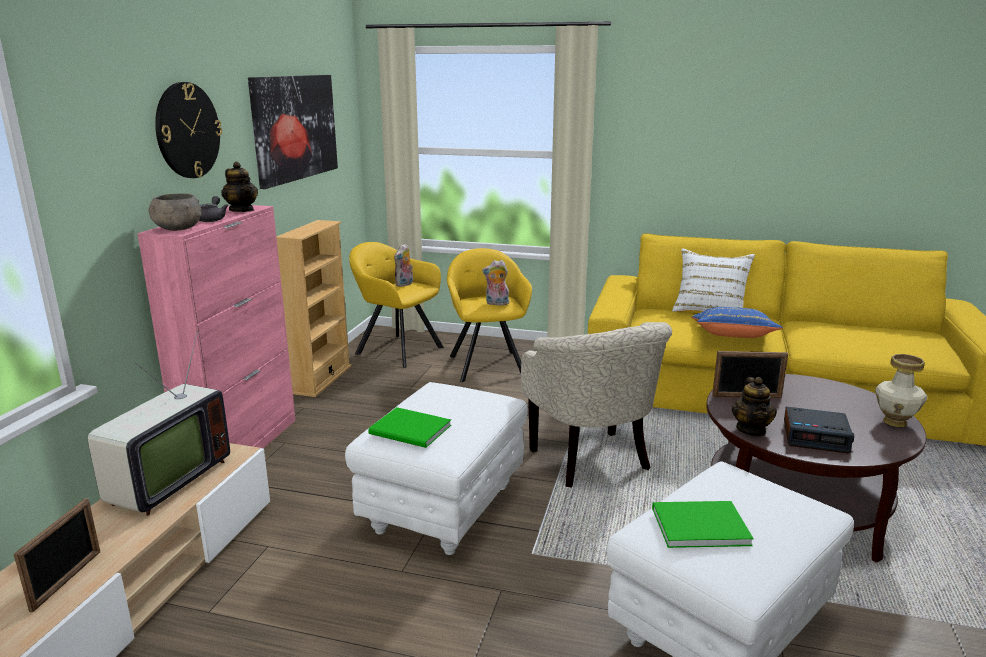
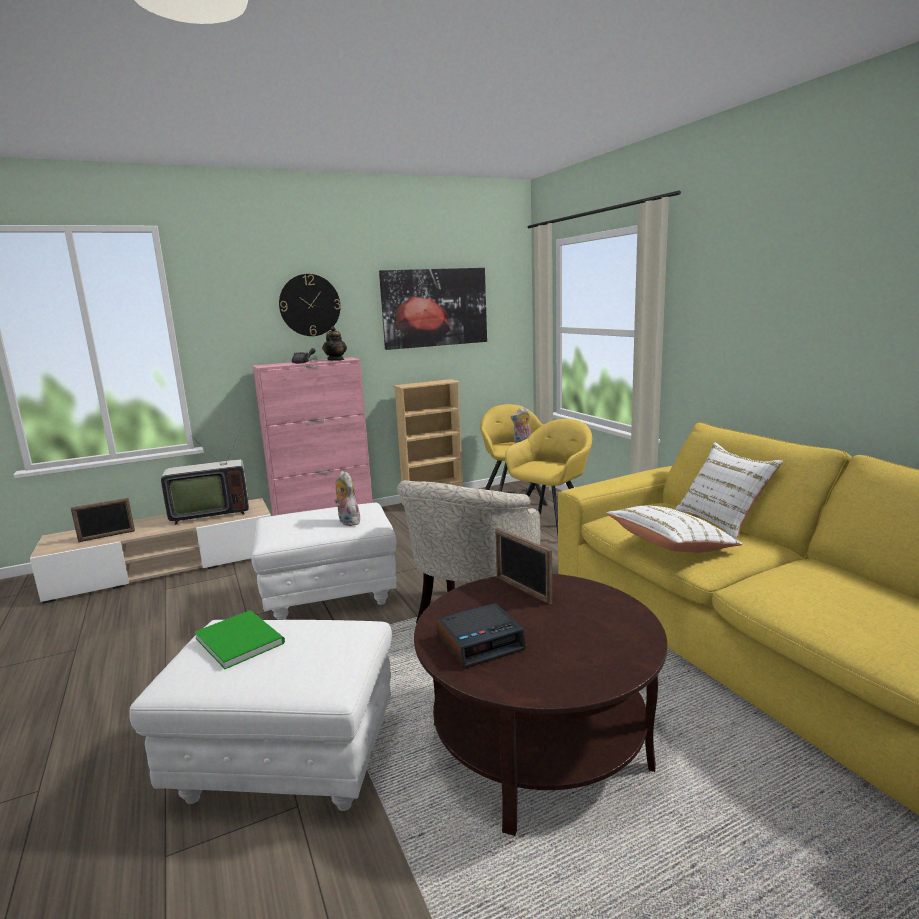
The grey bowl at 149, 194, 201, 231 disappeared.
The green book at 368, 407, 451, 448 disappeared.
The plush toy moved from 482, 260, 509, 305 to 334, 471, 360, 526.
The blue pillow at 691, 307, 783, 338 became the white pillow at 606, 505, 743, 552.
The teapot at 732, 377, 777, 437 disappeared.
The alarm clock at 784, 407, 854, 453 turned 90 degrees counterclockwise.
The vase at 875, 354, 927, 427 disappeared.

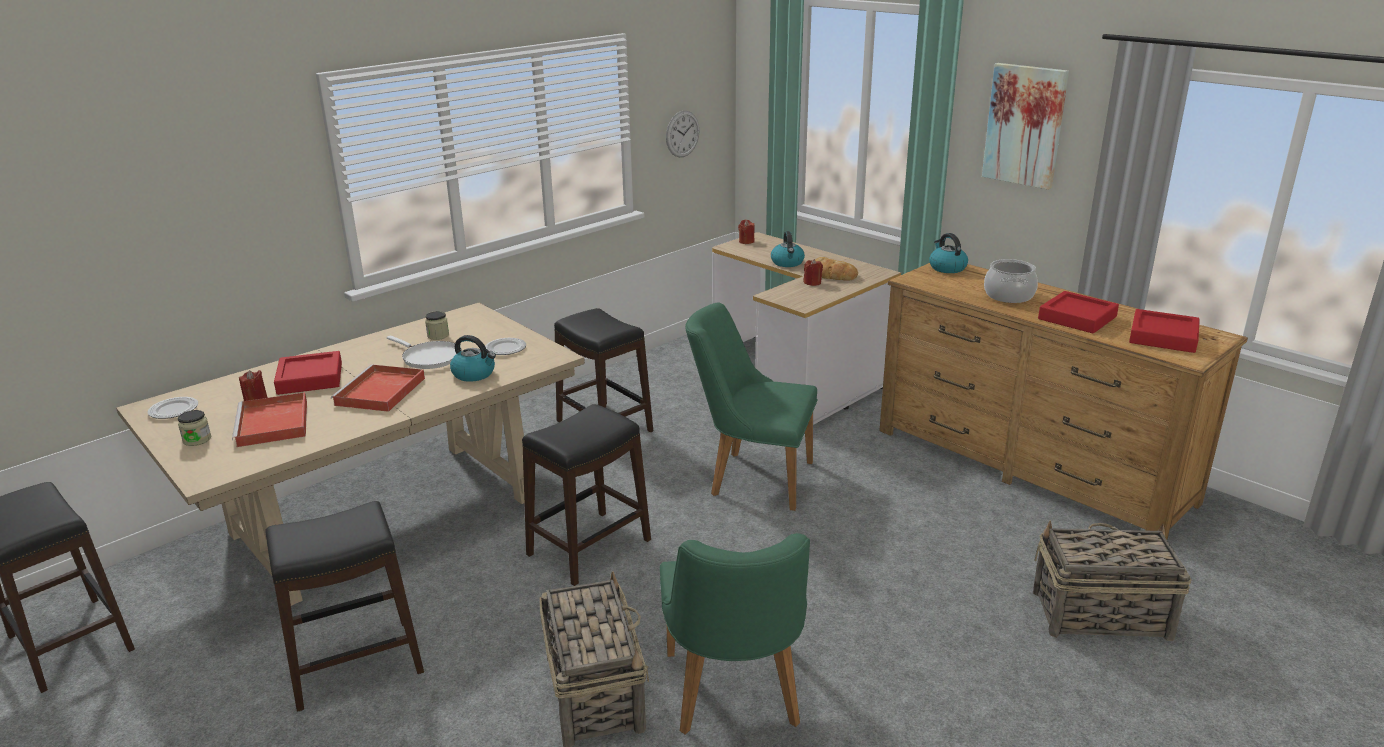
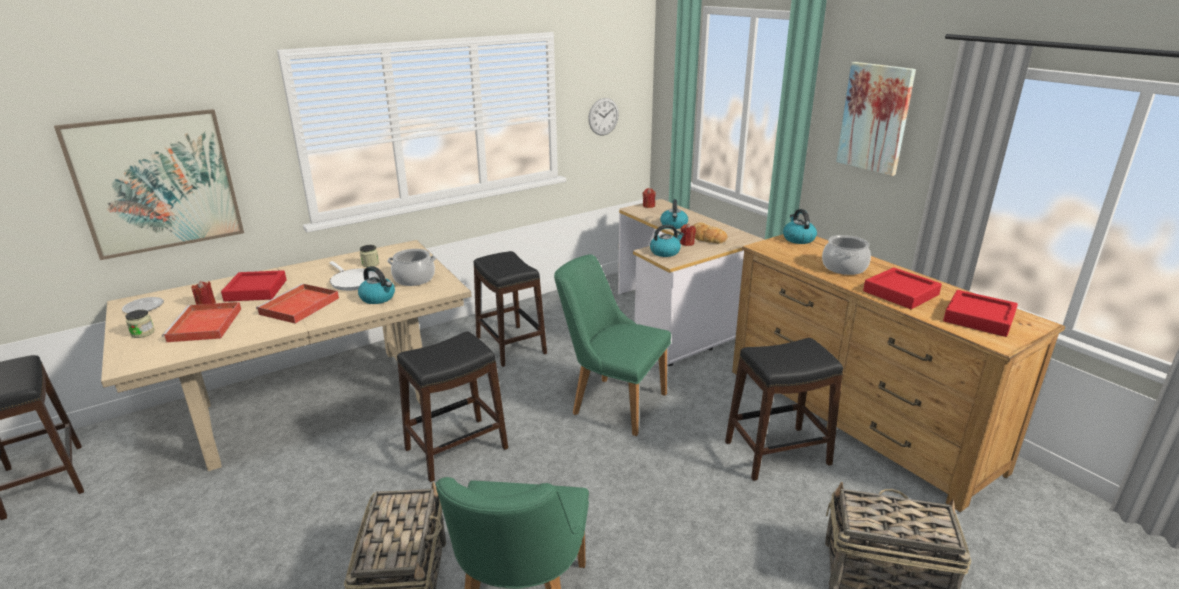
The black stool moved from 265, 501, 424, 712 to 725, 338, 843, 481.
The plate at 485, 338, 526, 355 was replaced by the cooking pot at 387, 249, 436, 286.
The picture at 54, 109, 244, 260 appeared.
The kettle at 650, 224, 684, 257 appeared.

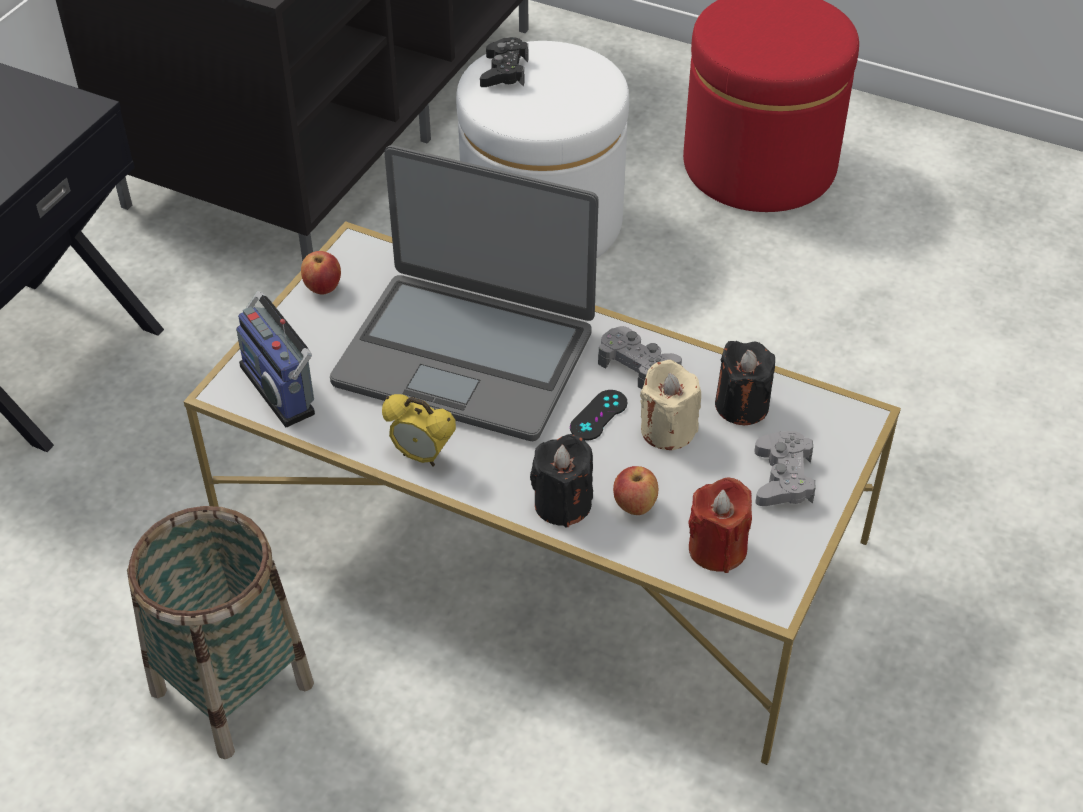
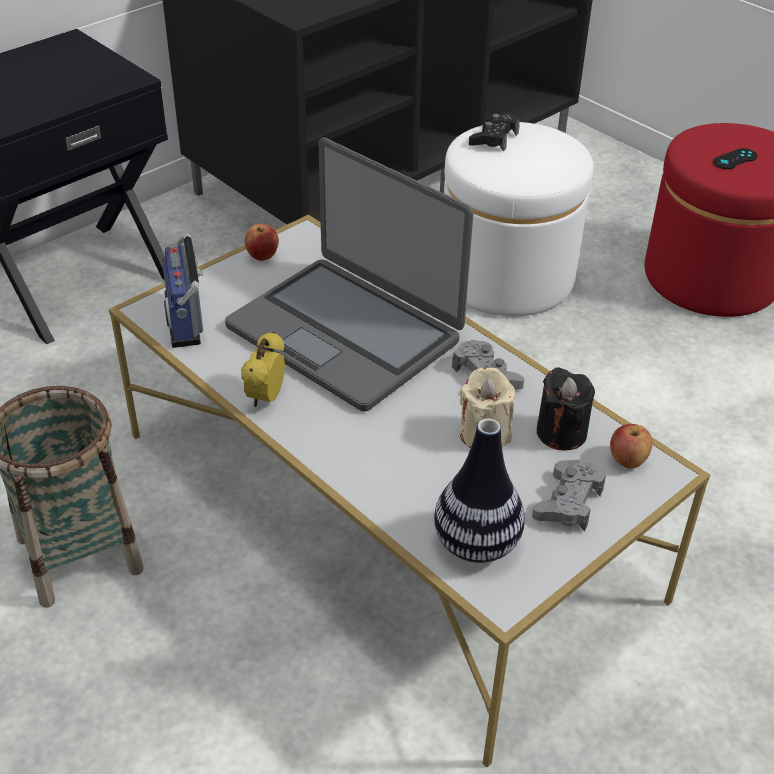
The alarm clock at 382, 394, 456, 466 turned 60 degrees clockwise.
The black candle at 530, 434, 593, 528 disappeared.
The black game controller moved from 570, 390, 628, 440 to 713, 148, 758, 169.
The apple moved from 613, 466, 658, 515 to 610, 424, 652, 469.
The red candle at 689, 478, 752, 573 was replaced by the vase at 434, 418, 525, 563.

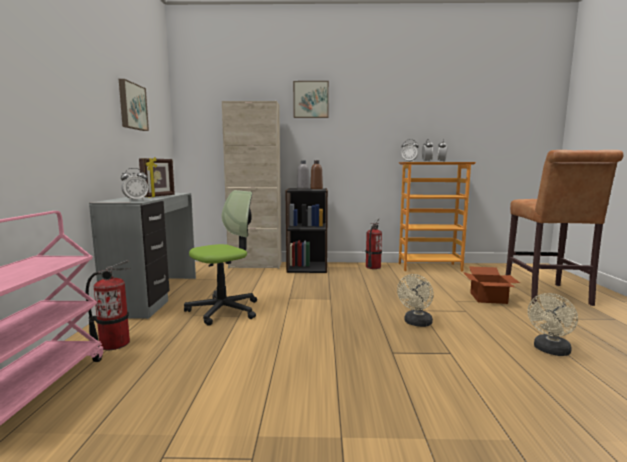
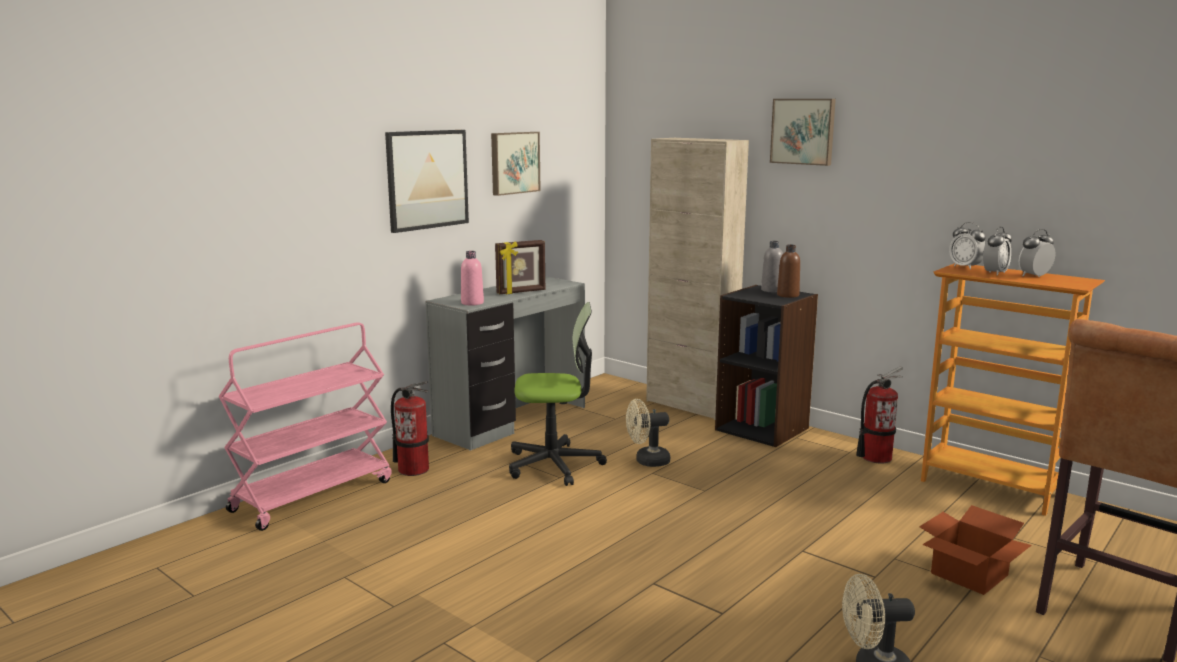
The alarm clock at 121, 168, 148, 201 was replaced by the pink bottle at 461, 251, 484, 306.
The beige fan moved from 397, 274, 434, 327 to 626, 399, 670, 467.
The picture at 385, 130, 469, 233 appeared.

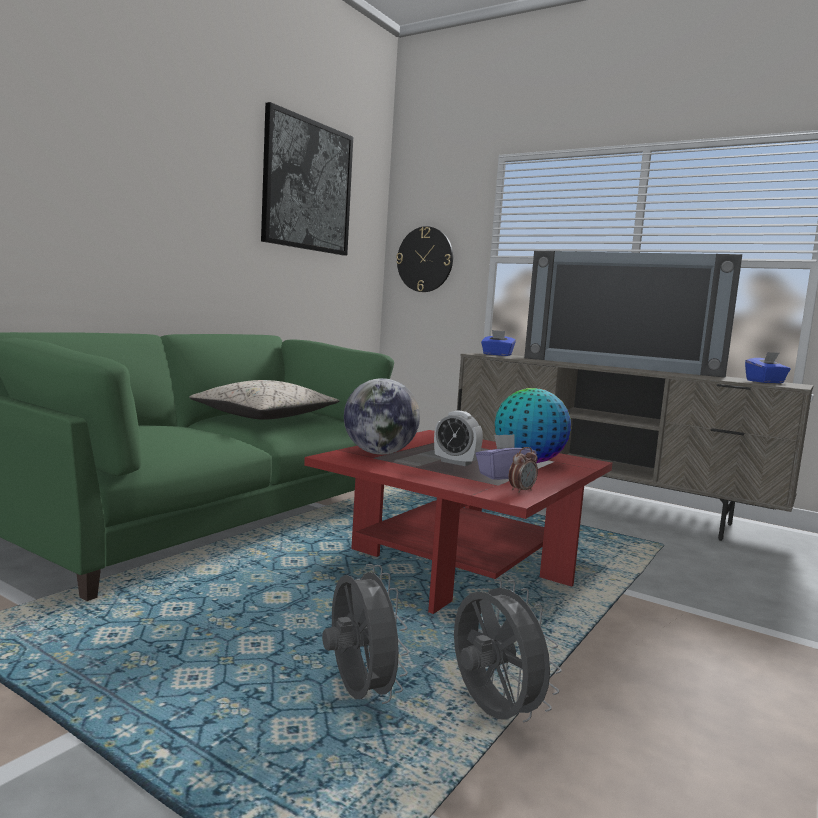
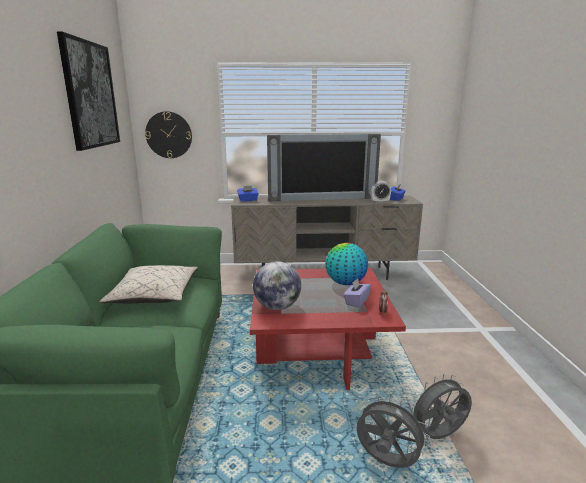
The alarm clock moved from 434, 410, 483, 466 to 371, 181, 391, 203.
The grey fan at 454, 579, 561, 723 turned 45 degrees counterclockwise.

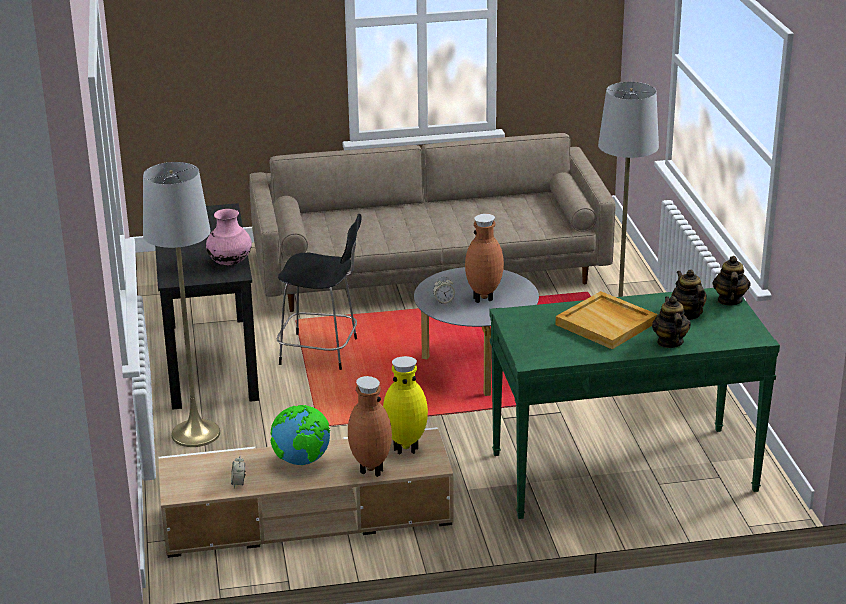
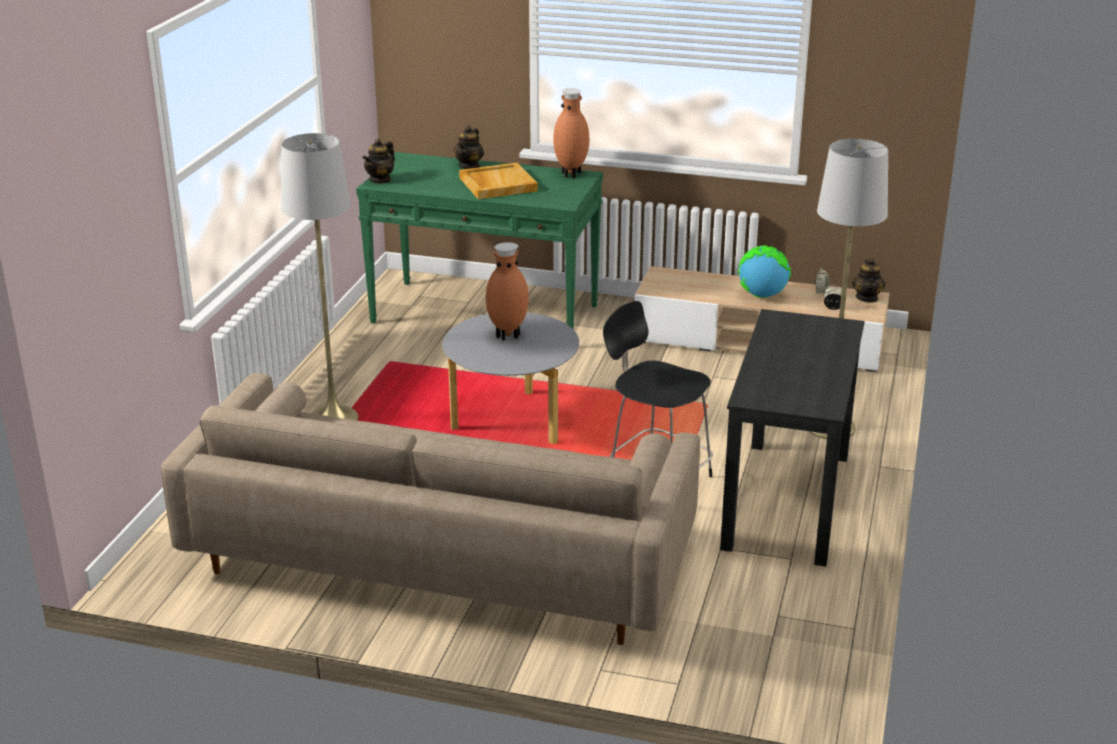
The pink vase at 206, 209, 252, 266 disappeared.
The brown vase moved from 348, 376, 392, 477 to 553, 88, 589, 178.
The yellow vase at 383, 356, 428, 454 disappeared.
The alarm clock moved from 433, 276, 455, 304 to 824, 285, 842, 310.
The teapot moved from 671, 269, 707, 320 to 852, 258, 886, 303.

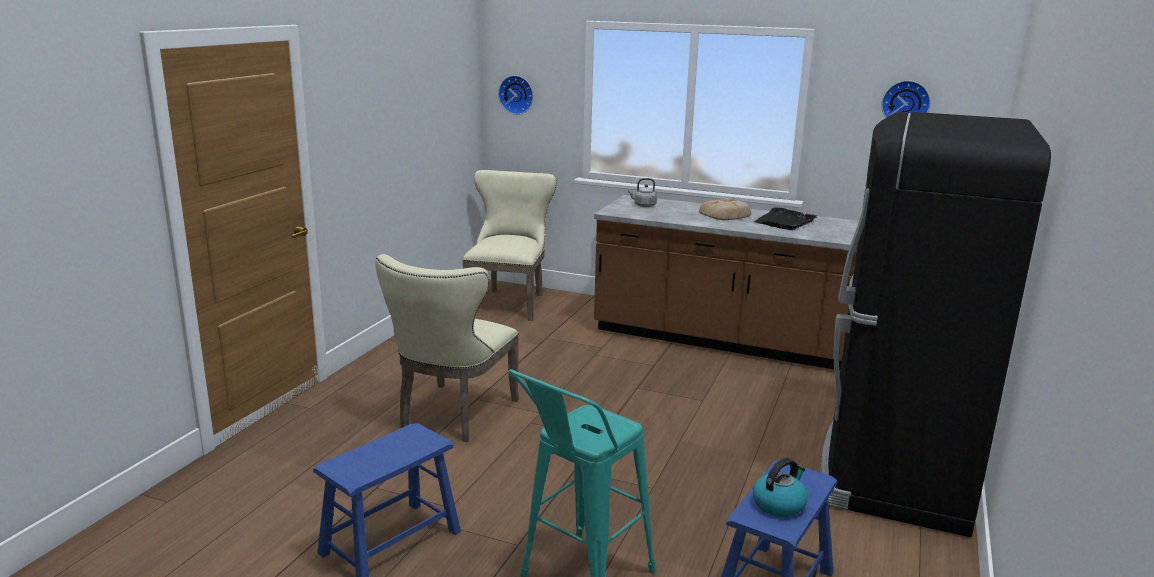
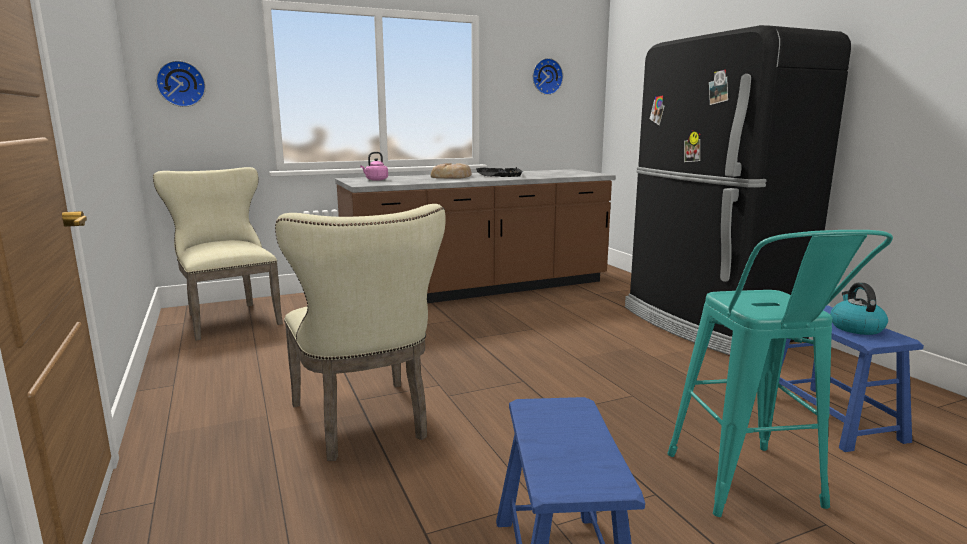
The grey kettle at 628, 178, 657, 207 became the pink kettle at 360, 152, 388, 181.

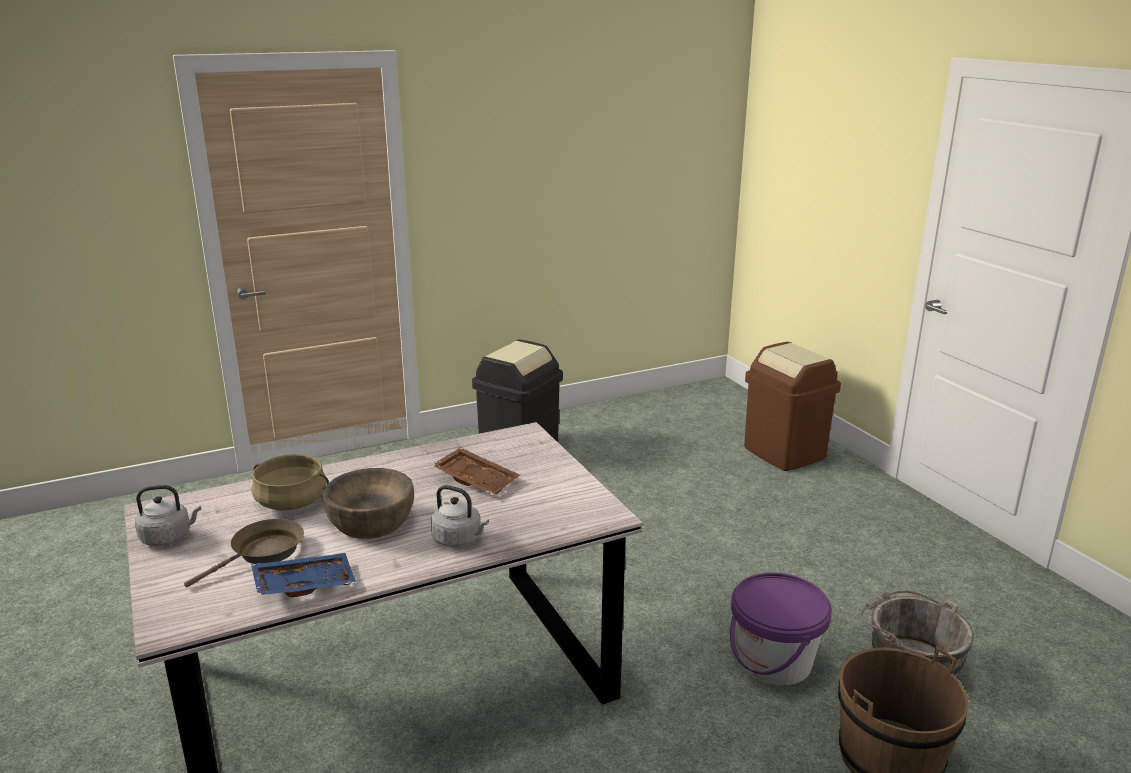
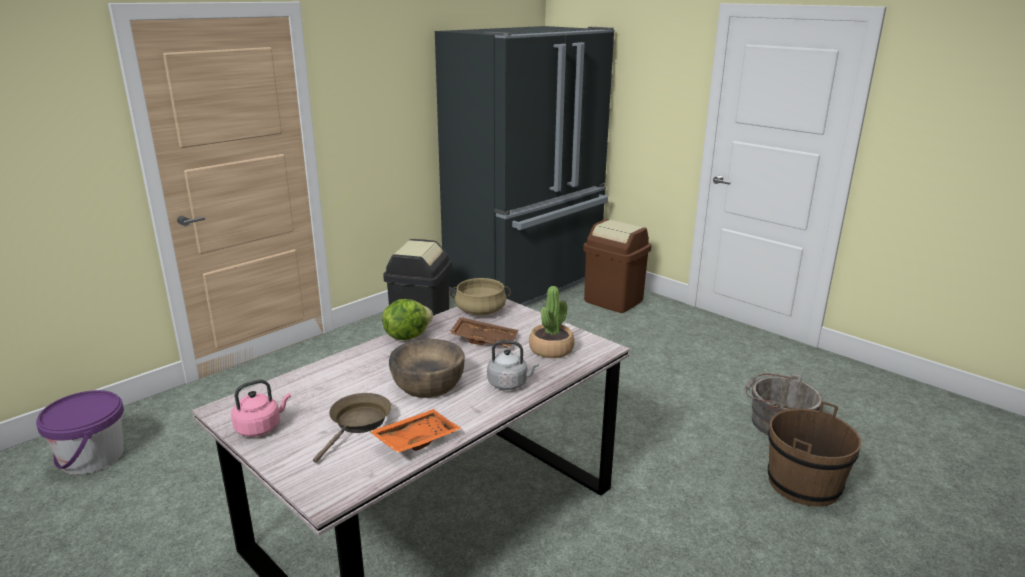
The grey kettle at 135, 485, 201, 546 became the pink kettle at 231, 379, 291, 437.
The beige cooking pot moved from 251, 454, 329, 511 to 450, 278, 511, 315.
The blue tray at 251, 553, 357, 597 became the orange tray at 369, 409, 462, 453.
The purple bucket moved from 730, 572, 832, 685 to 36, 390, 124, 475.
The lettuce at 382, 299, 433, 340 appeared.
The black fridge at 435, 26, 615, 306 appeared.
The potted plant at 529, 286, 575, 358 appeared.

